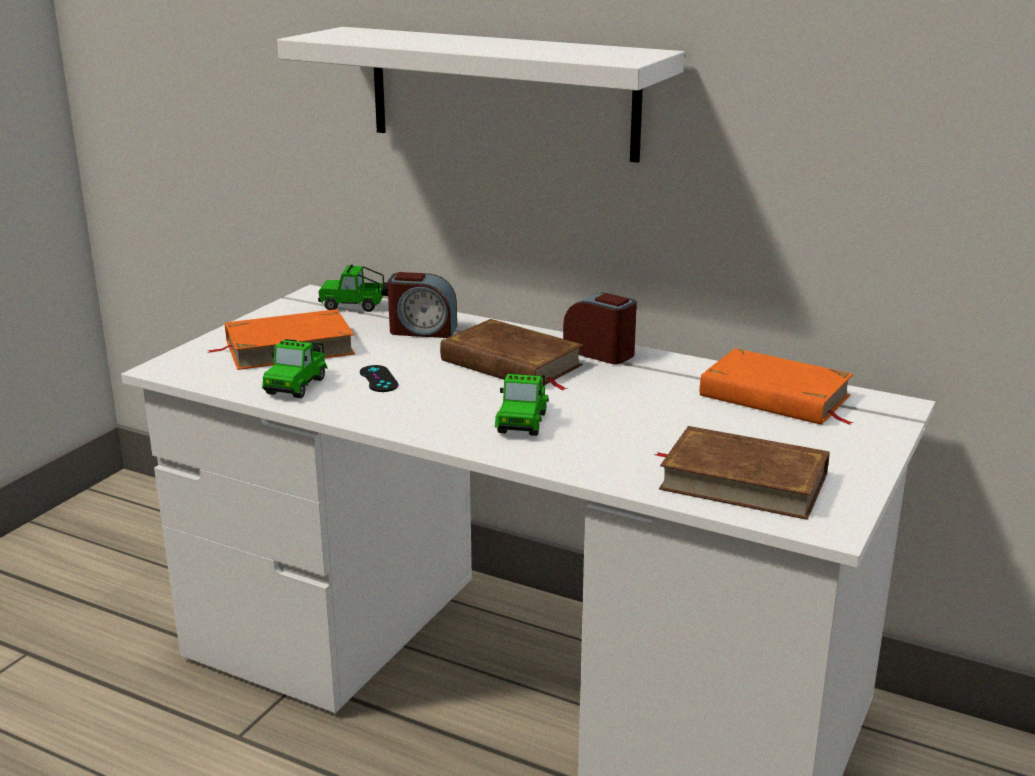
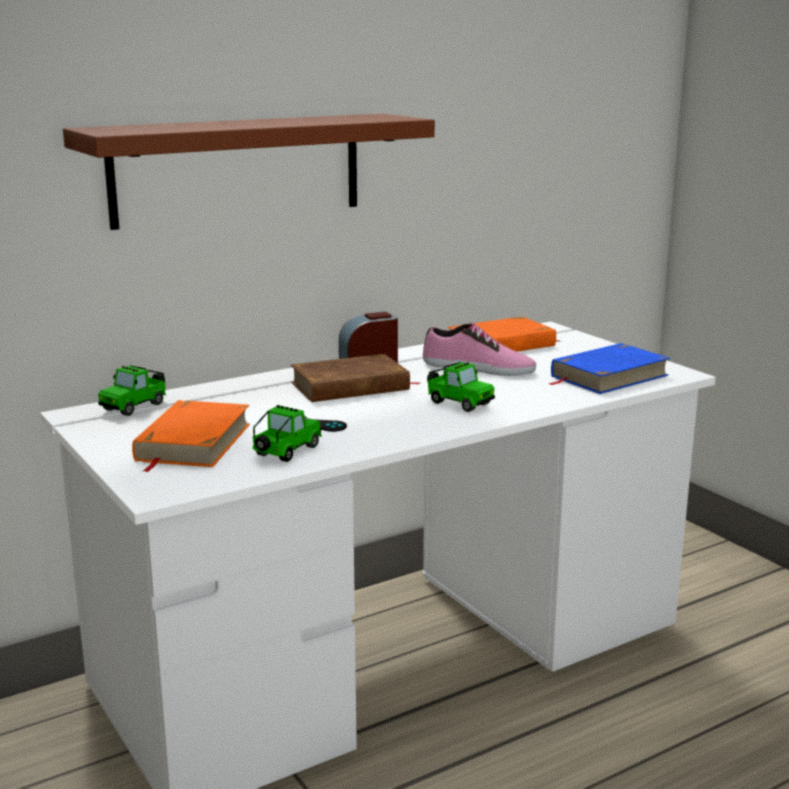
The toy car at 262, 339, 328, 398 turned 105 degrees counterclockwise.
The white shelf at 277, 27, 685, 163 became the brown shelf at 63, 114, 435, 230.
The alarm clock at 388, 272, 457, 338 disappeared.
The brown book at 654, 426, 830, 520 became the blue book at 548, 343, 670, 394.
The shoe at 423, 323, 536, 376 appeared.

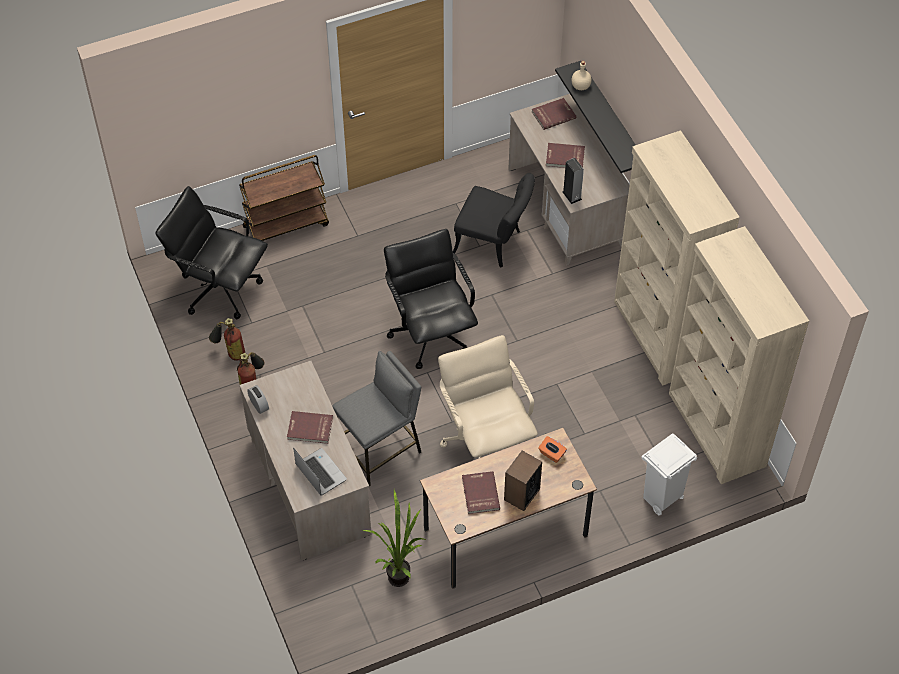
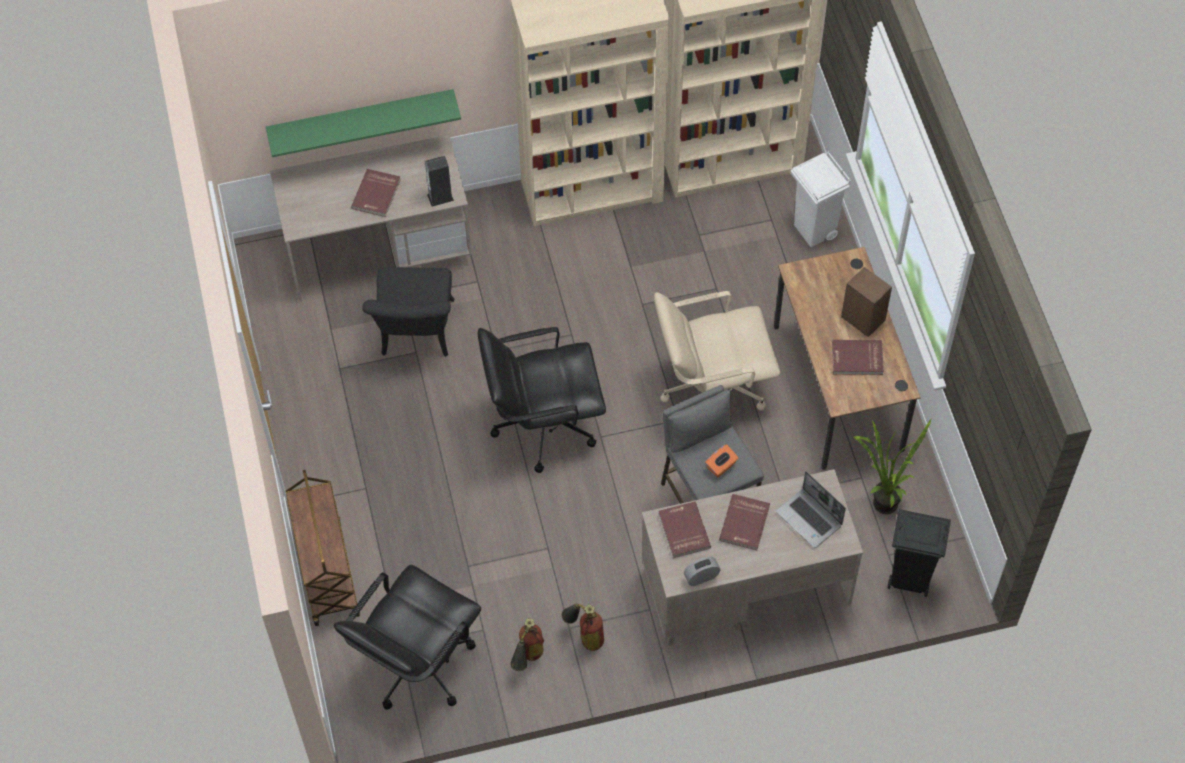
The laptop at 293, 448, 347, 495 turned 105 degrees counterclockwise.
The black chair at 453, 173, 535, 268 turned 150 degrees clockwise.
The red book moved from 532, 98, 576, 130 to 658, 502, 711, 558.
The orange tissue box moved from 538, 436, 567, 463 to 705, 444, 738, 477.
The black shelf at 555, 61, 636, 173 became the green shelf at 266, 89, 461, 157.
The beige bottle at 572, 61, 591, 90 disappeared.
The black trash can at 887, 509, 951, 597 appeared.

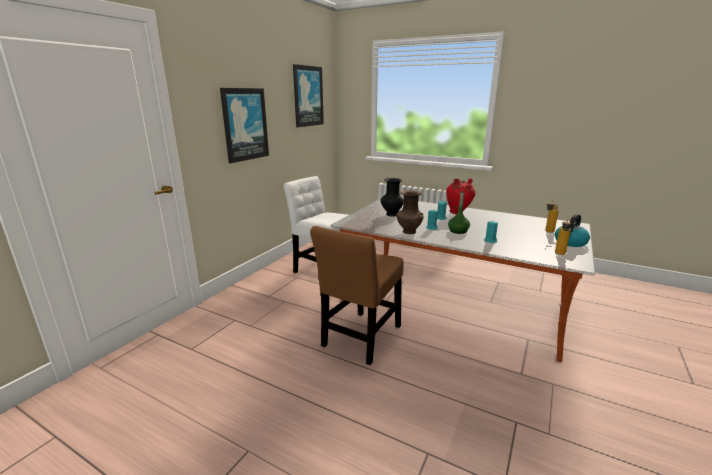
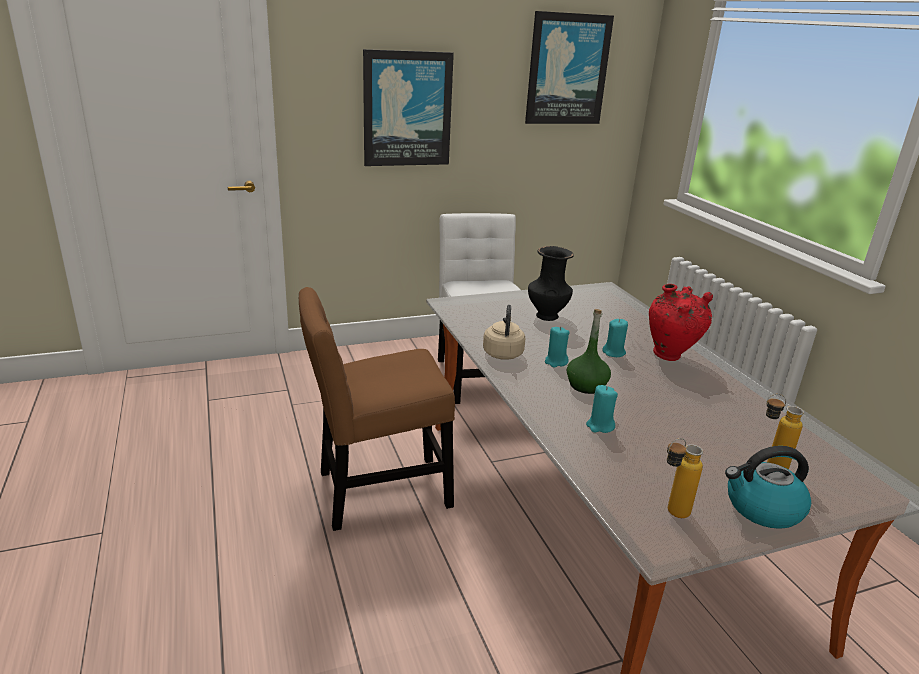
The brown vase at 396, 190, 423, 234 was replaced by the beige kettle at 483, 305, 526, 360.

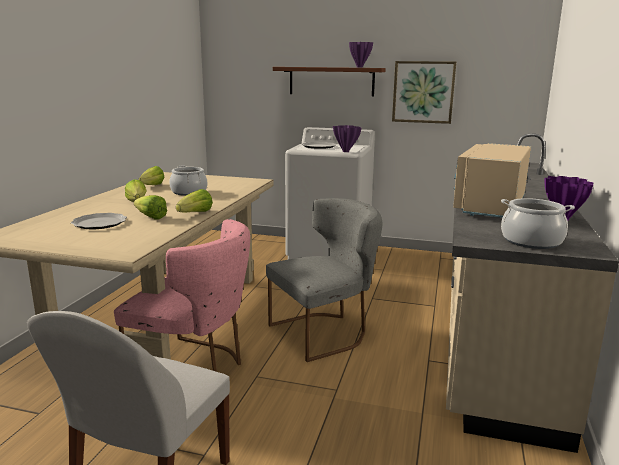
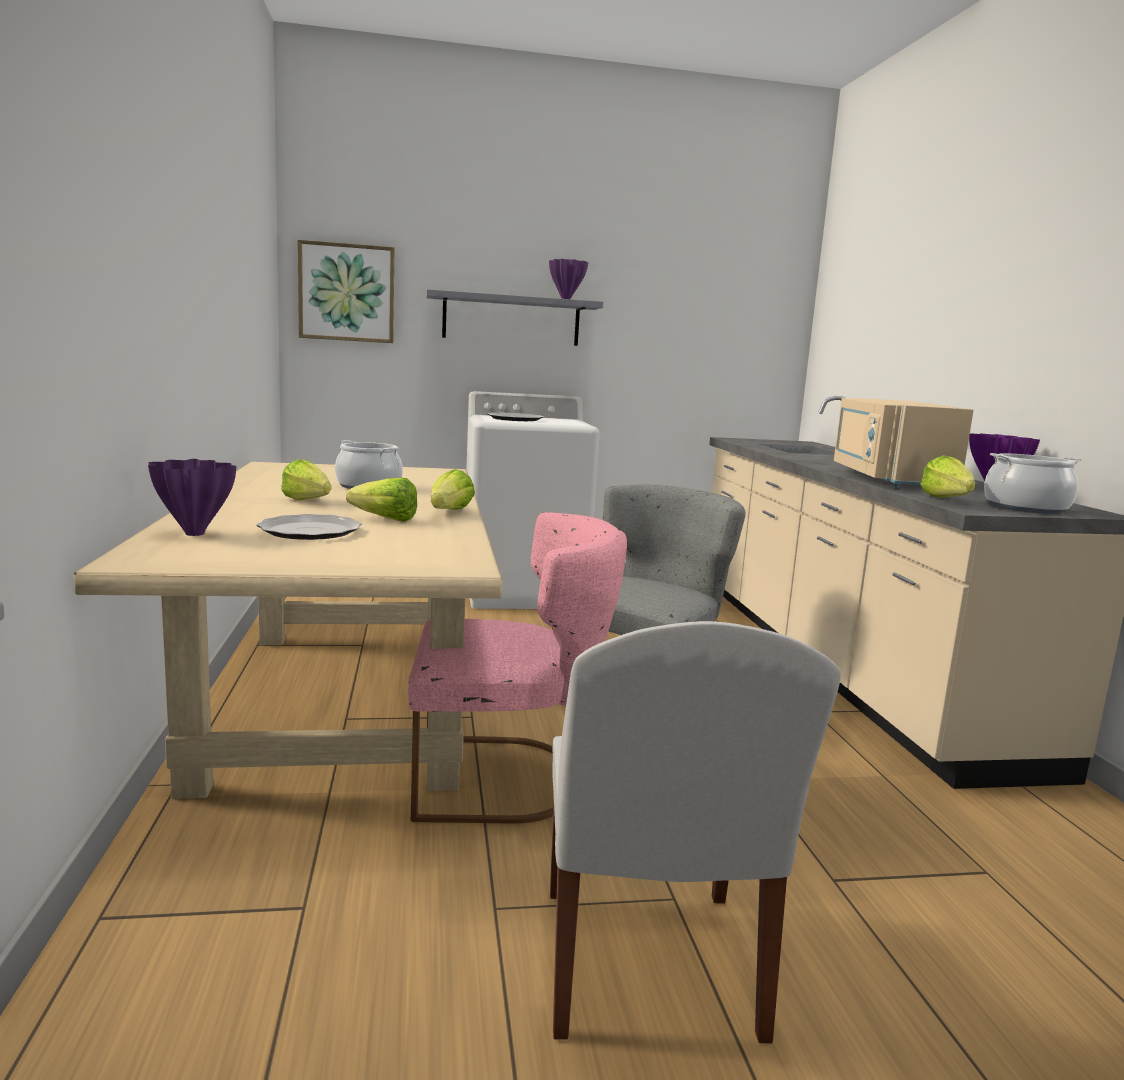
The lettuce moved from 138, 166, 164, 185 to 920, 455, 975, 498.
The brown shelf at 273, 67, 386, 96 became the grey shelf at 427, 289, 603, 346.
The purple vase moved from 333, 125, 362, 152 to 148, 459, 237, 536.
The picture moved from 392, 61, 456, 124 to 298, 240, 394, 343.

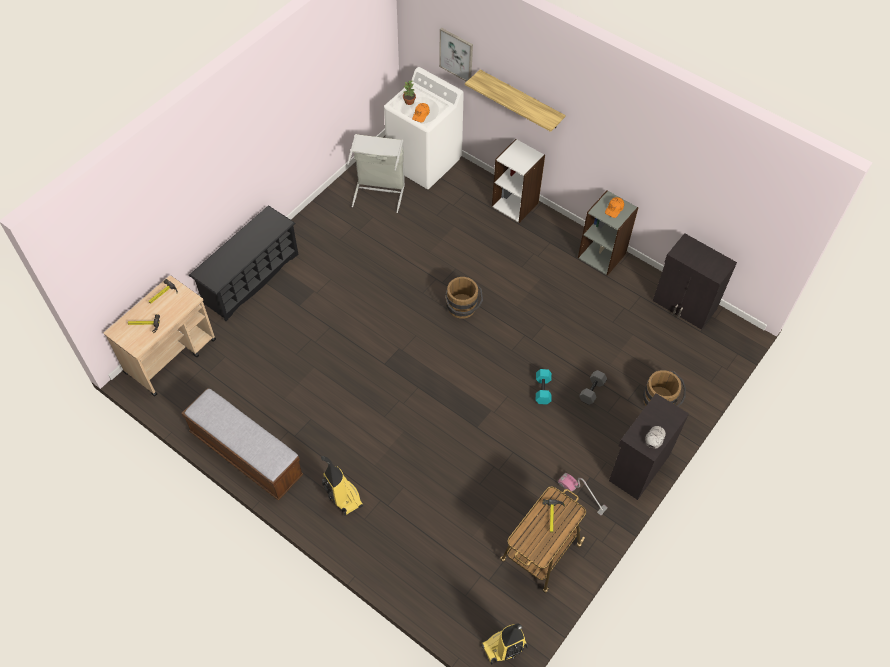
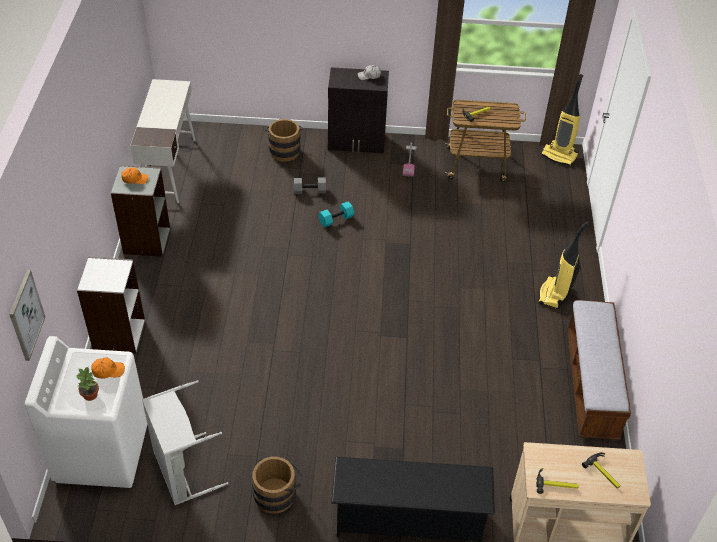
The brown bucket moved from 445, 277, 483, 319 to 252, 455, 304, 514.
The shelf at 465, 70, 566, 132 disappeared.
The black cabinet at 653, 233, 737, 330 was replaced by the white desk at 130, 79, 196, 203.

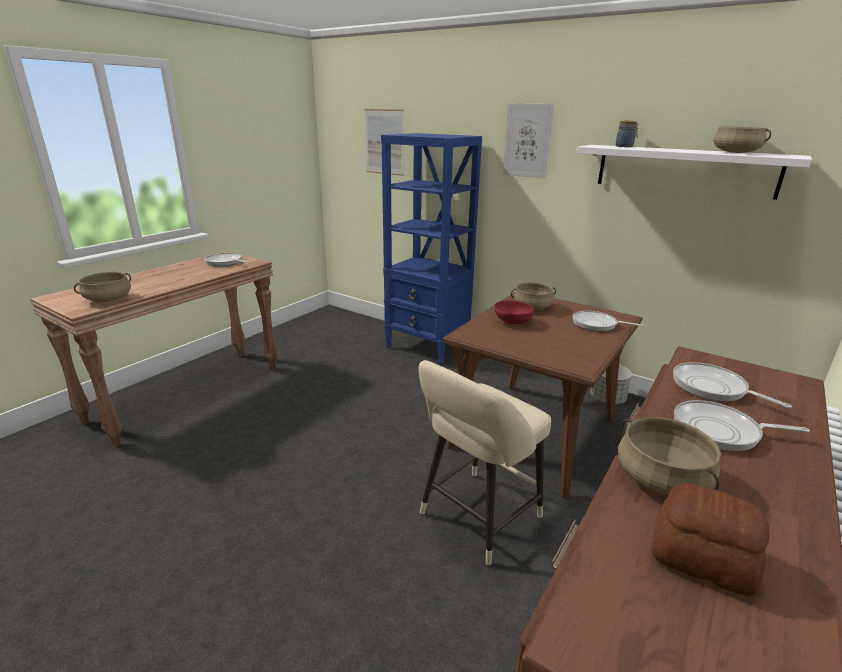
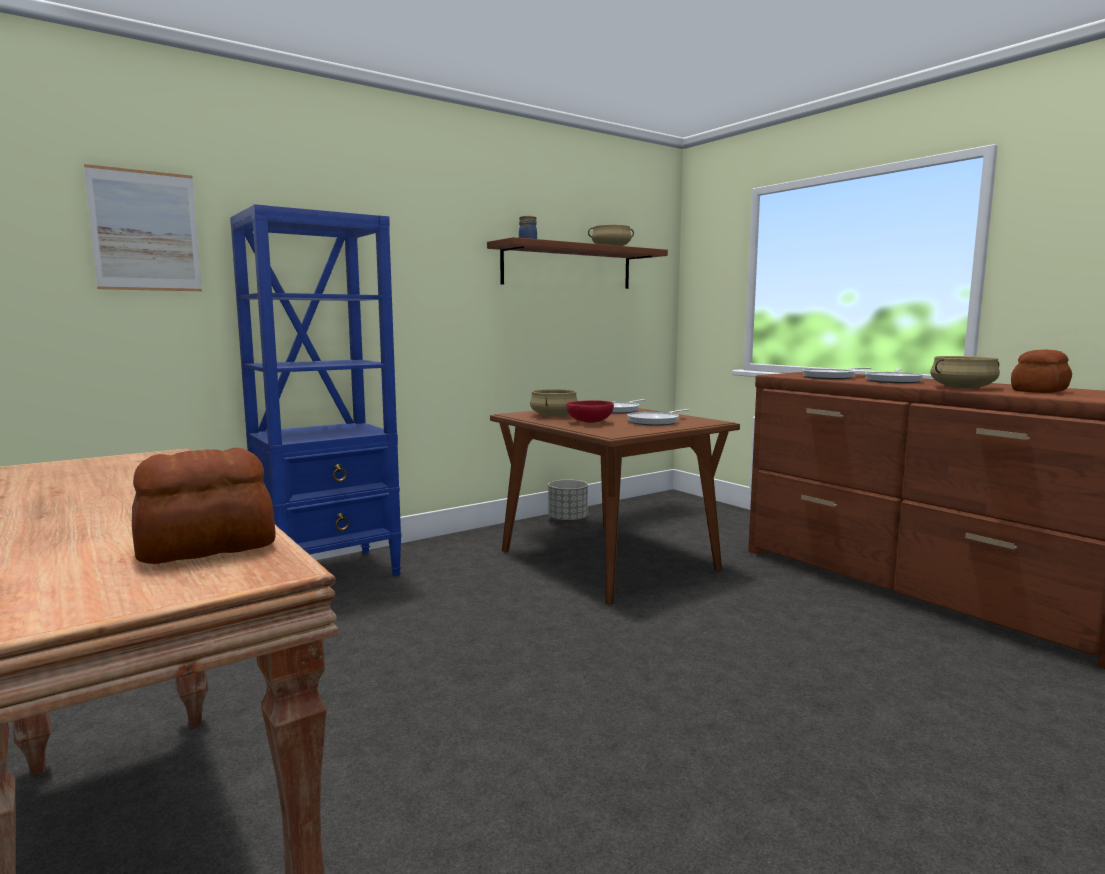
The beige cooking pot at 74, 272, 131, 302 was replaced by the bread at 132, 448, 276, 564.
The frying pan moved from 204, 253, 249, 266 to 628, 409, 689, 426.
The beige stool at 418, 360, 551, 565 disappeared.
The picture at 503, 104, 554, 178 disappeared.
The white shelf at 576, 145, 812, 200 became the brown shelf at 487, 237, 668, 289.

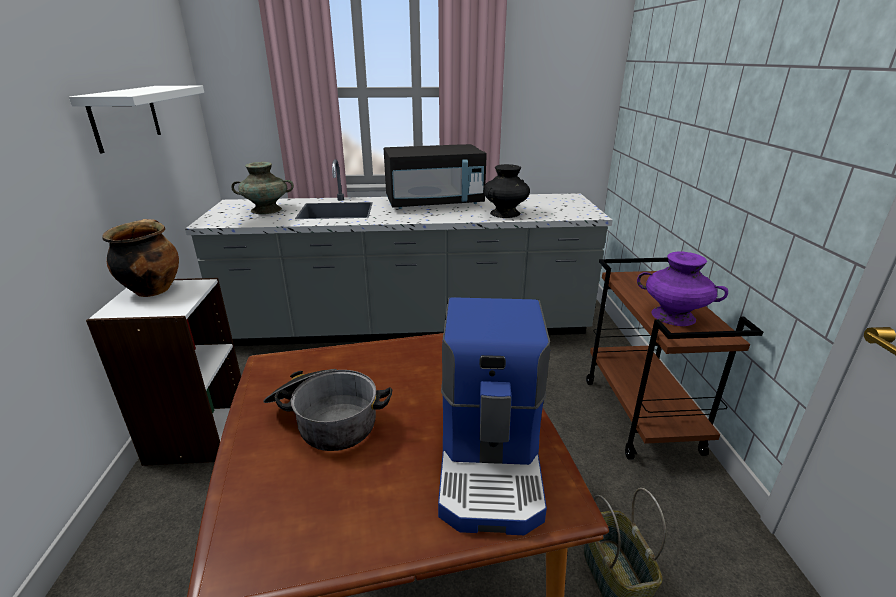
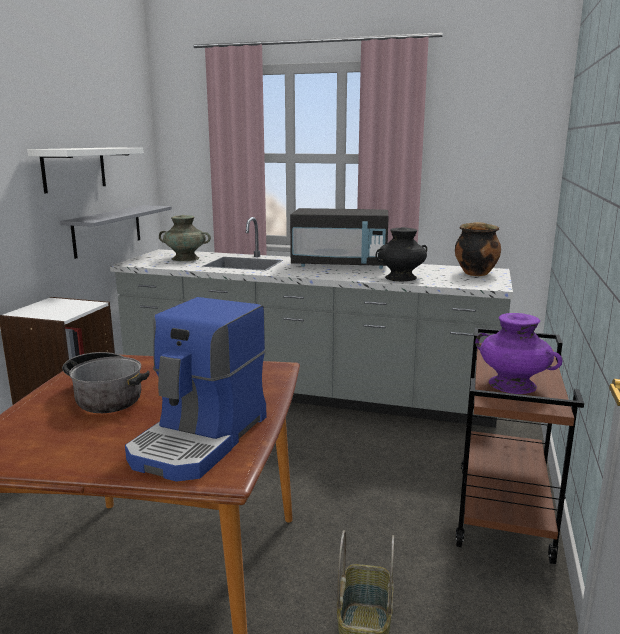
The cooking pot moved from 102, 219, 179, 297 to 455, 222, 501, 276.
The grey shelf at 60, 205, 172, 259 appeared.

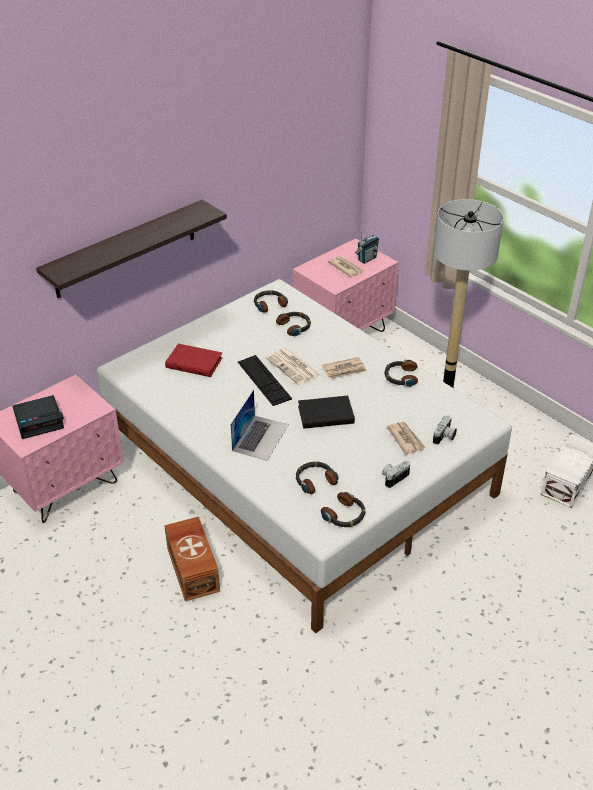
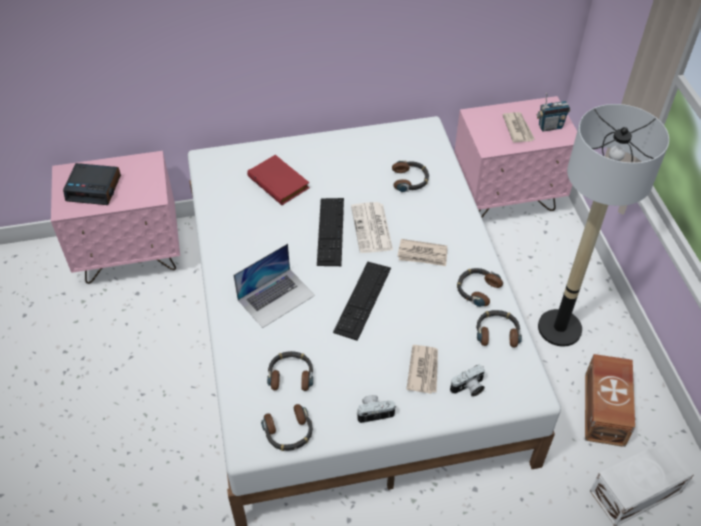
The shelf at 36, 200, 227, 298 disappeared.
The brown storage box moved from 164, 517, 220, 601 to 585, 354, 635, 447.
The headphones moved from 254, 290, 288, 313 to 476, 310, 522, 348.
The black book at 298, 396, 355, 429 was replaced by the keyboard at 333, 262, 391, 341.

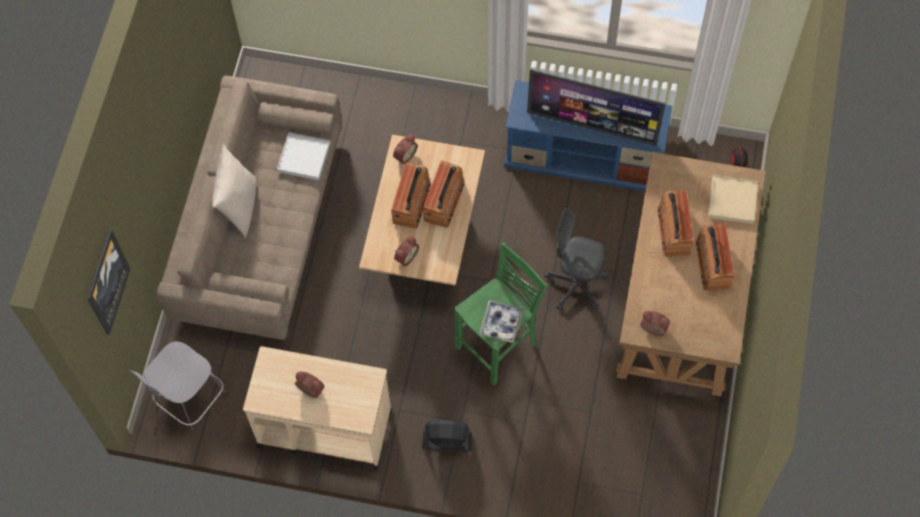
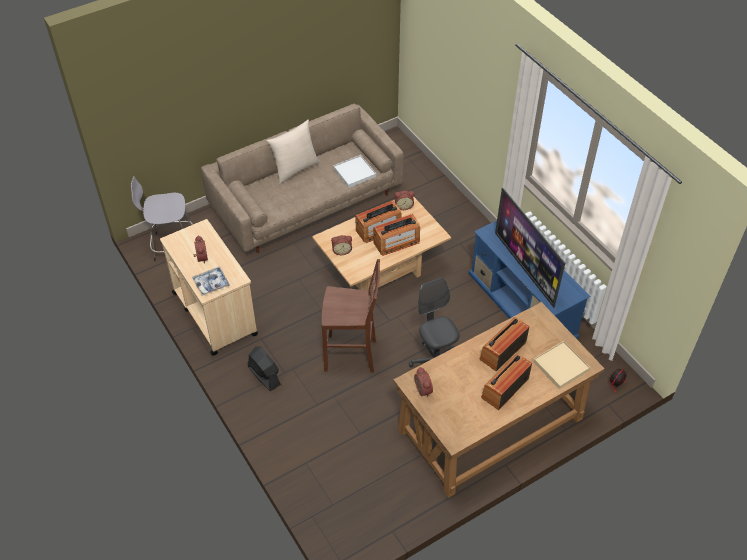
The picture at 87, 229, 130, 335 disappeared.
The green stool at 455, 242, 548, 386 became the brown stool at 322, 259, 380, 373.
The tray moved from 479, 300, 523, 343 to 192, 266, 230, 296.

